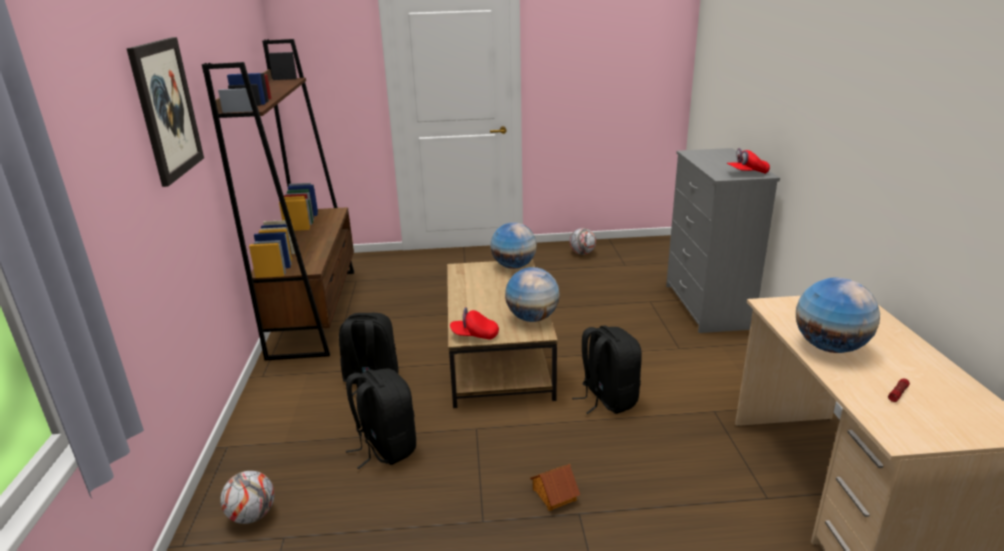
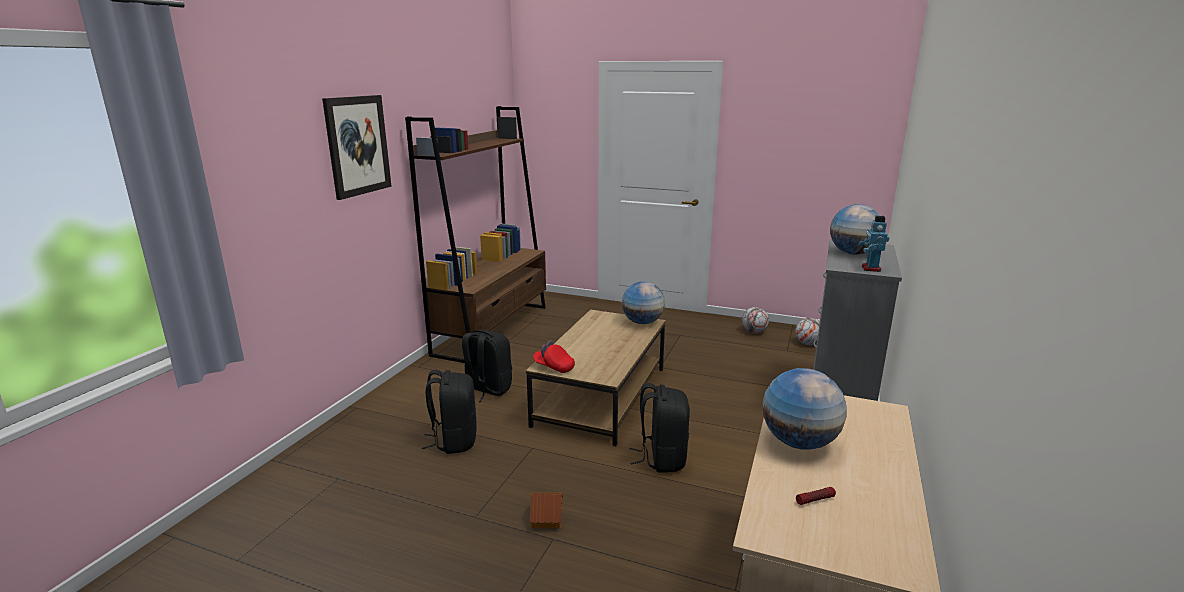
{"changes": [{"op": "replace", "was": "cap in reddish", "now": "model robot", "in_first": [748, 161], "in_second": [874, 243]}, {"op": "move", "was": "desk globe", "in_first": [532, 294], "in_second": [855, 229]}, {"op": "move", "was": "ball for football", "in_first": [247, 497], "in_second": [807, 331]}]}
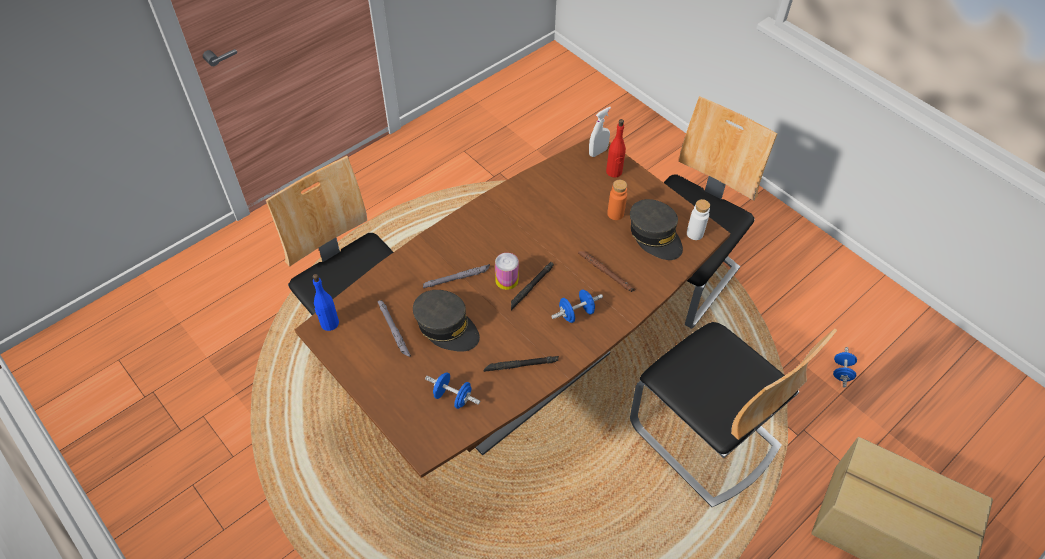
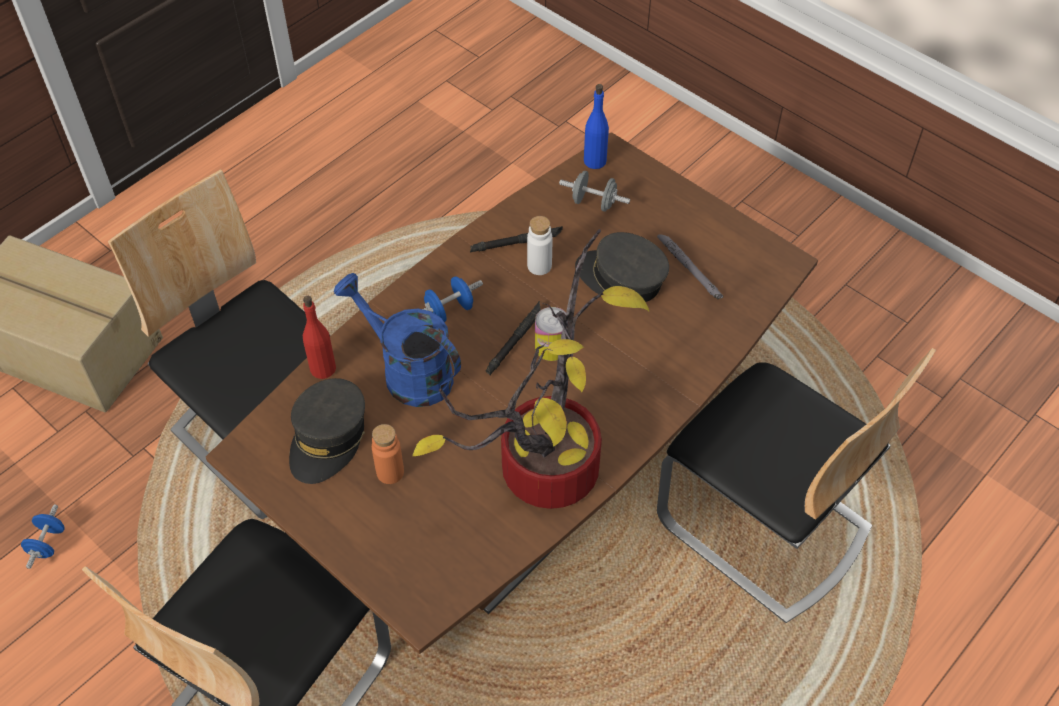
{"changes": [{"op": "delete", "was": "sprayer in white", "in_first": [600, 132]}, {"op": "move", "was": "beverage bottle in reddish", "in_first": [616, 148], "in_second": [319, 337]}, {"op": "rotate", "was": "cap in grey", "in_first": [656, 229], "in_second": [327, 431], "clockwise": -120}, {"op": "move", "was": "beverage bottle in white", "in_first": [698, 219], "in_second": [539, 245]}, {"op": "replace", "was": "flashlight in brown-coloured", "now": "watering can in bluish", "in_first": [606, 271], "in_second": [397, 340]}, {"op": "delete", "was": "flashlight in grey", "in_first": [456, 276]}, {"op": "move", "was": "beverage bottle in bluish", "in_first": [325, 302], "in_second": [596, 126]}, {"op": "recolor", "was": "dumbbell in bluish", "now": "dumbbell in grey", "in_first": [452, 390], "in_second": [594, 191]}, {"op": "insert", "now": "potted plant", "in_second": [530, 369]}]}
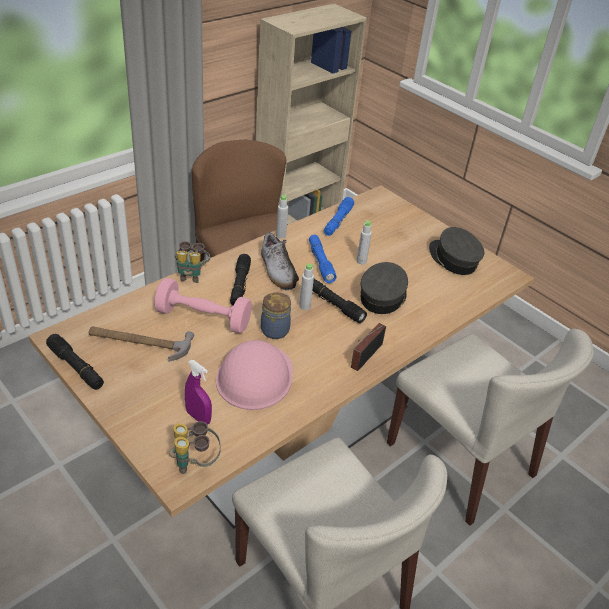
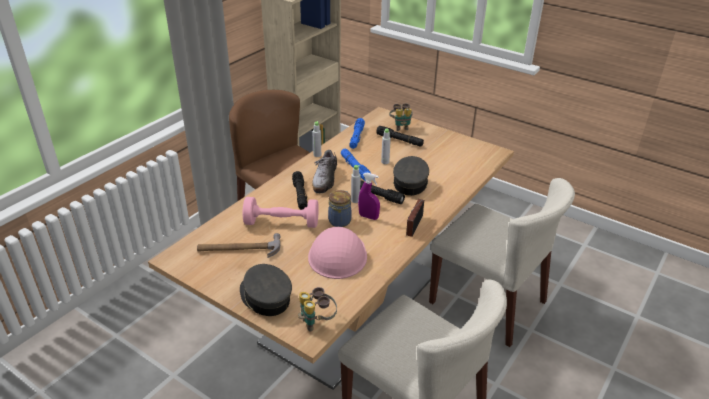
{"changes": [{"op": "move", "was": "cap in grey", "in_first": [456, 251], "in_second": [266, 290]}, {"op": "rotate", "was": "low shoe", "in_first": [280, 261], "in_second": [326, 171], "clockwise": 45}, {"op": "move", "was": "binoculars", "in_first": [192, 262], "in_second": [401, 117]}, {"op": "move", "was": "flashlight in blackish", "in_first": [75, 362], "in_second": [400, 136]}, {"op": "move", "was": "sprayer in purple", "in_first": [198, 392], "in_second": [369, 196]}]}
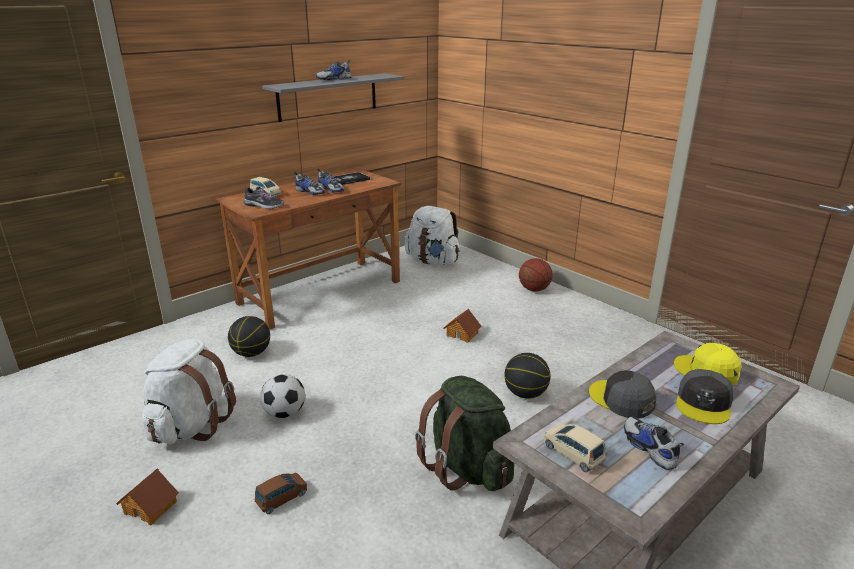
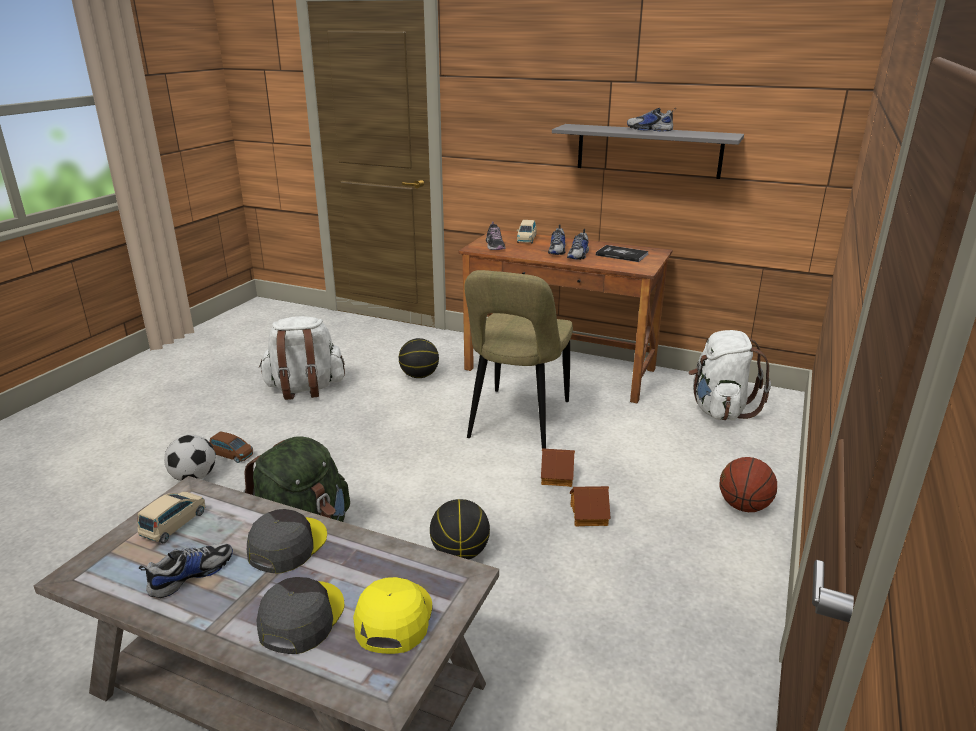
{"changes": [{"op": "rotate", "was": "cap in grey", "in_first": [704, 396], "in_second": [300, 615], "clockwise": 105}, {"op": "move", "was": "ball for football", "in_first": [282, 396], "in_second": [189, 458]}, {"op": "move", "was": "toy house", "in_first": [147, 496], "in_second": [590, 506]}, {"op": "insert", "now": "upright chair in sand-coloured", "in_second": [518, 359]}]}
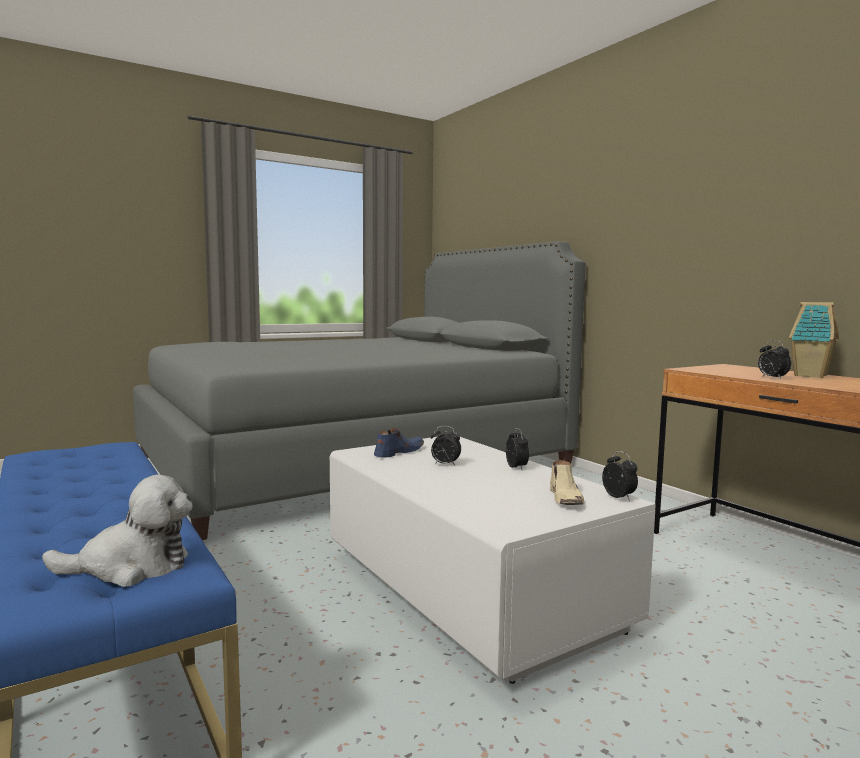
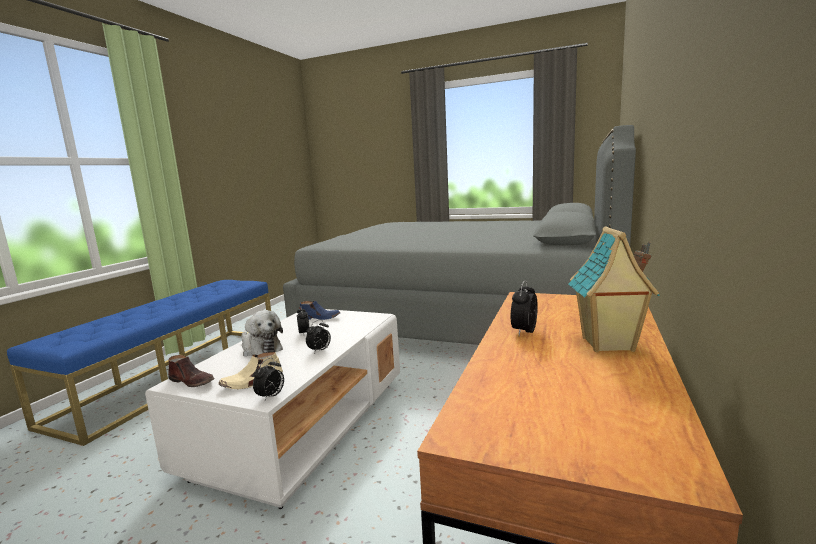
{"changes": [{"op": "move", "was": "cuddly toy", "in_first": [117, 531], "in_second": [262, 333]}, {"op": "insert", "now": "low shoe in brown-coloured", "in_second": [191, 371]}]}
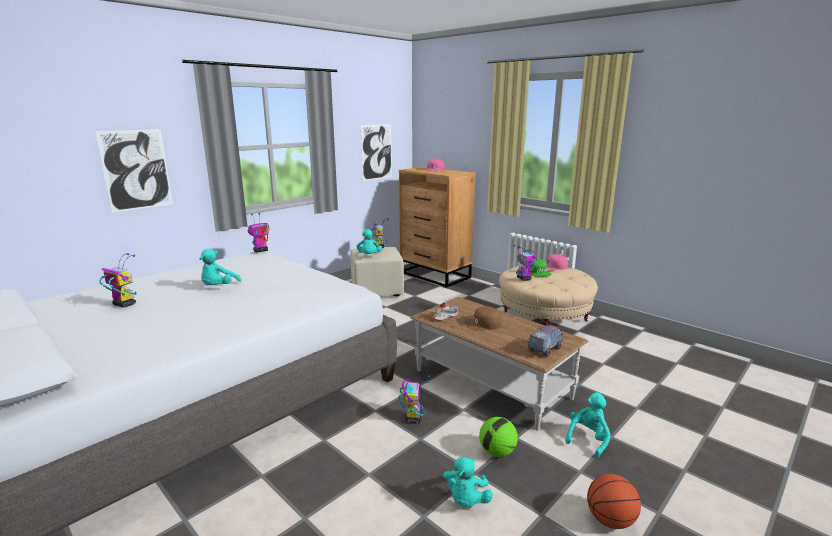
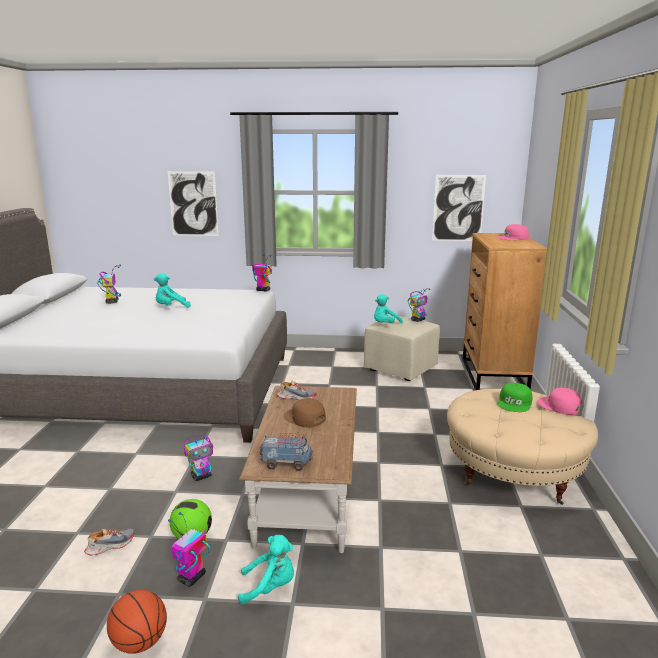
{"changes": [{"op": "move", "was": "model robot", "in_first": [525, 263], "in_second": [189, 549]}, {"op": "replace", "was": "cuddly toy in turquoise-coloured", "now": "low shoe", "in_first": [468, 482], "in_second": [109, 542]}]}
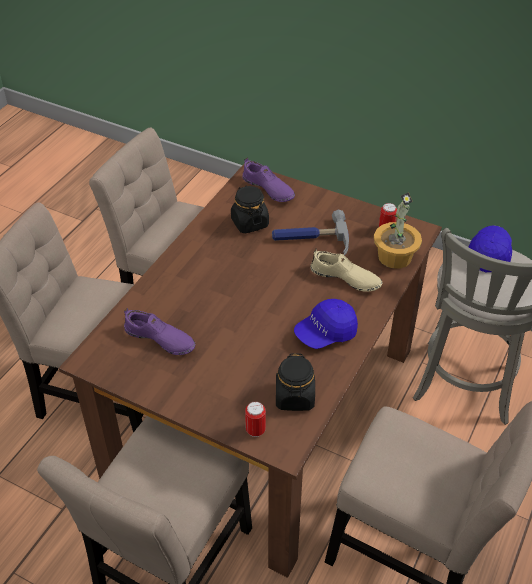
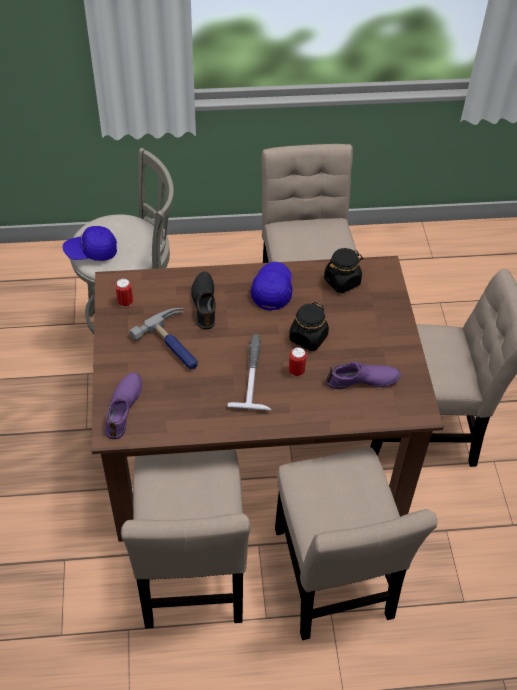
{"changes": [{"op": "move", "was": "preserve jar in blackish", "in_first": [250, 210], "in_second": [309, 326]}, {"op": "delete", "was": "potted plant", "in_first": [398, 230]}, {"op": "recolor", "was": "low shoe in sand-coloured", "now": "low shoe in blackish", "in_first": [347, 270], "in_second": [203, 300]}, {"op": "rotate", "was": "cap in bluish", "in_first": [326, 324], "in_second": [271, 286], "clockwise": -105}, {"op": "rotate", "was": "low shoe in purple", "in_first": [159, 331], "in_second": [363, 375], "clockwise": 90}, {"op": "move", "was": "metal can", "in_first": [255, 419], "in_second": [298, 362]}, {"op": "insert", "now": "tool hammer", "in_second": [249, 372]}]}
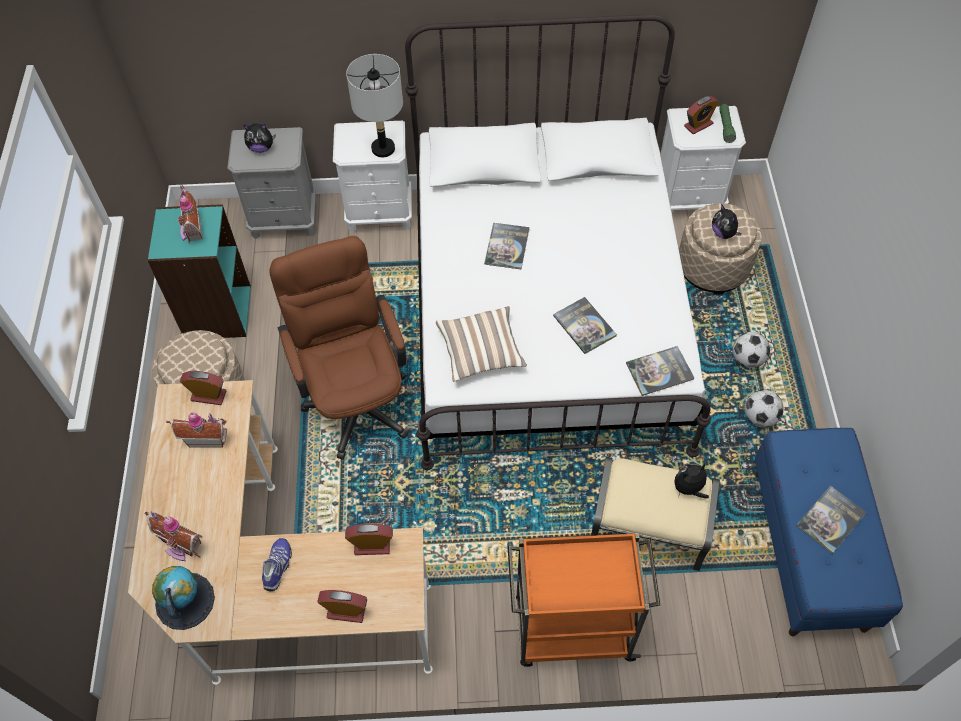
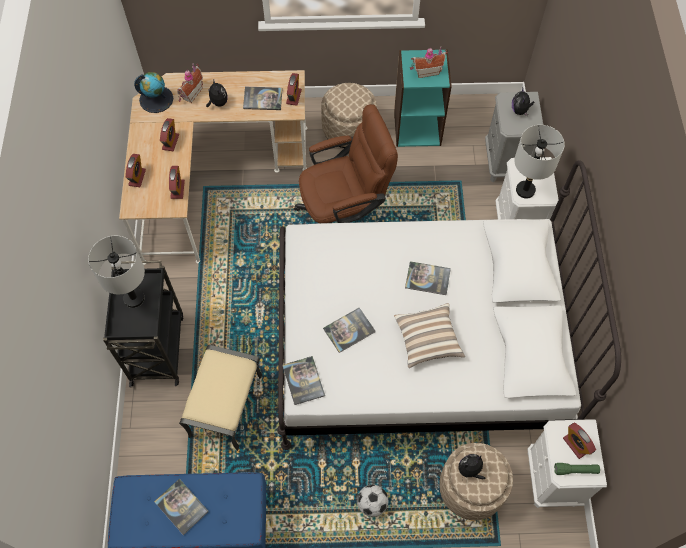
{"changes": [{"op": "move", "was": "cushion", "in_first": [481, 344], "in_second": [429, 335]}, {"op": "delete", "was": "ball for football", "in_first": [764, 408]}, {"op": "replace", "was": "toy house", "now": "volume", "in_first": [196, 430], "in_second": [262, 98]}, {"op": "move", "was": "cuddly toy", "in_first": [691, 480], "in_second": [217, 93]}, {"op": "recolor", "was": "trolley in orange-coloured", "now": "trolley in blackish", "in_first": [584, 600], "in_second": [143, 324]}, {"op": "replace", "was": "low shoe", "now": "table clock", "in_first": [277, 564], "in_second": [169, 134]}, {"op": "insert", "now": "lamp for a table in grey", "in_second": [116, 272]}]}
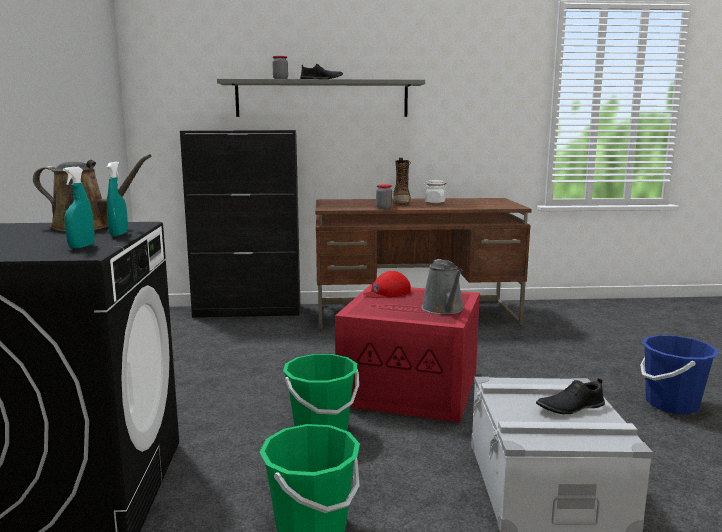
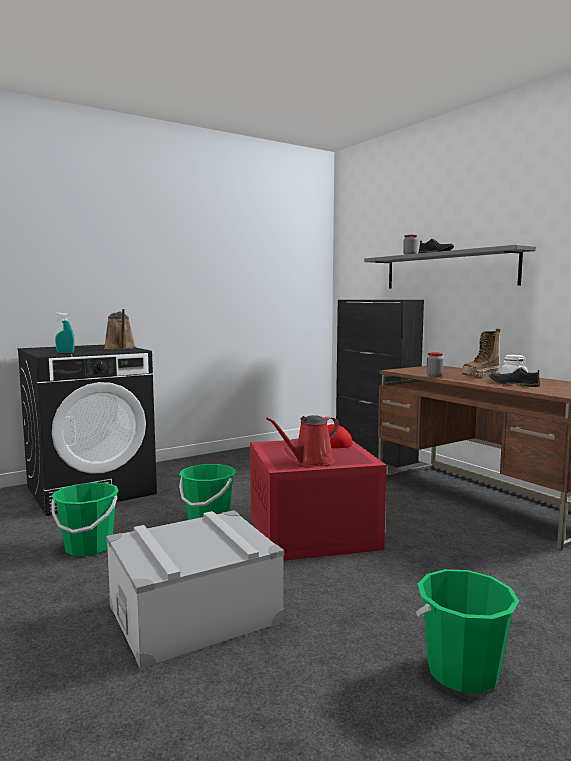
{"changes": [{"op": "delete", "was": "sprayer in turquoise-coloured", "in_first": [117, 199]}, {"op": "recolor", "was": "watering can in grey", "now": "watering can in reddish", "in_first": [442, 287], "in_second": [302, 440]}, {"op": "recolor", "was": "pail in bluish", "now": "pail in green-coloured", "in_first": [679, 374], "in_second": [467, 631]}, {"op": "move", "was": "low shoe in blackish", "in_first": [570, 396], "in_second": [514, 377]}]}
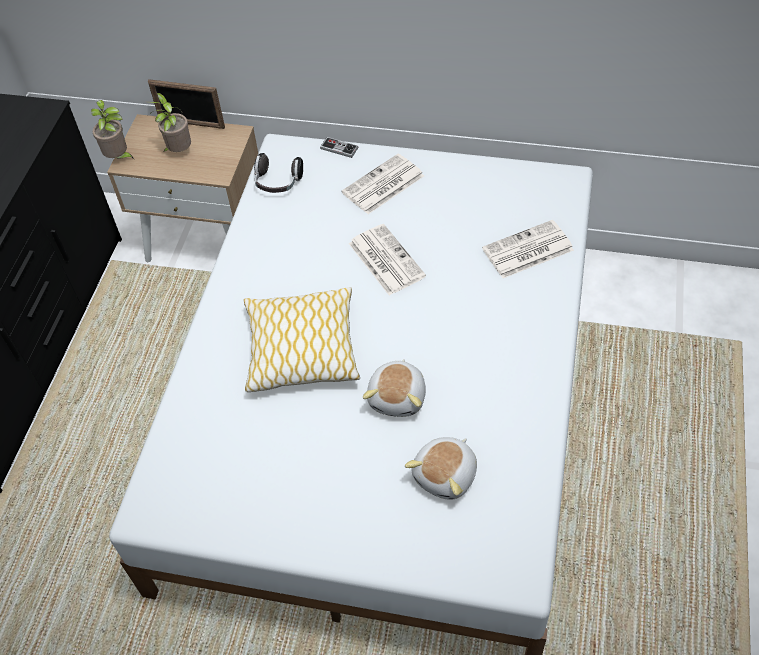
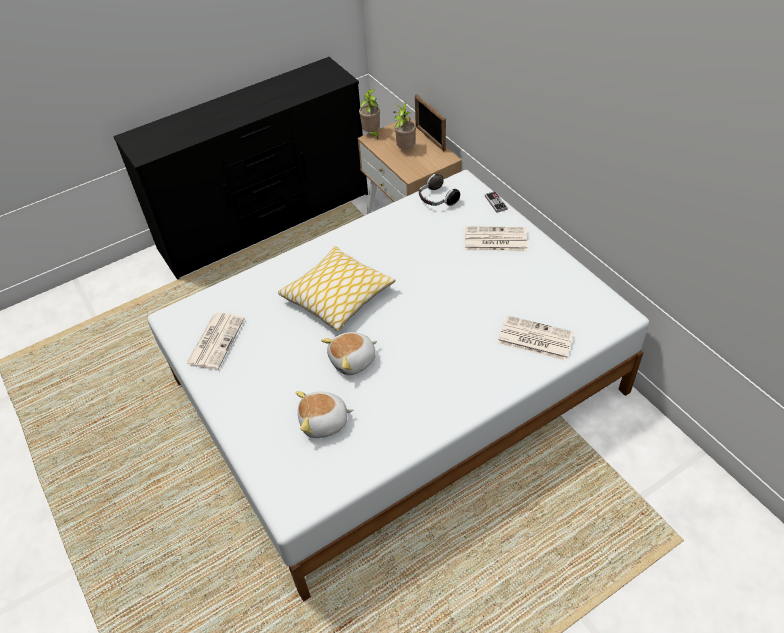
{"changes": [{"op": "move", "was": "printed paper", "in_first": [387, 260], "in_second": [215, 341]}]}
